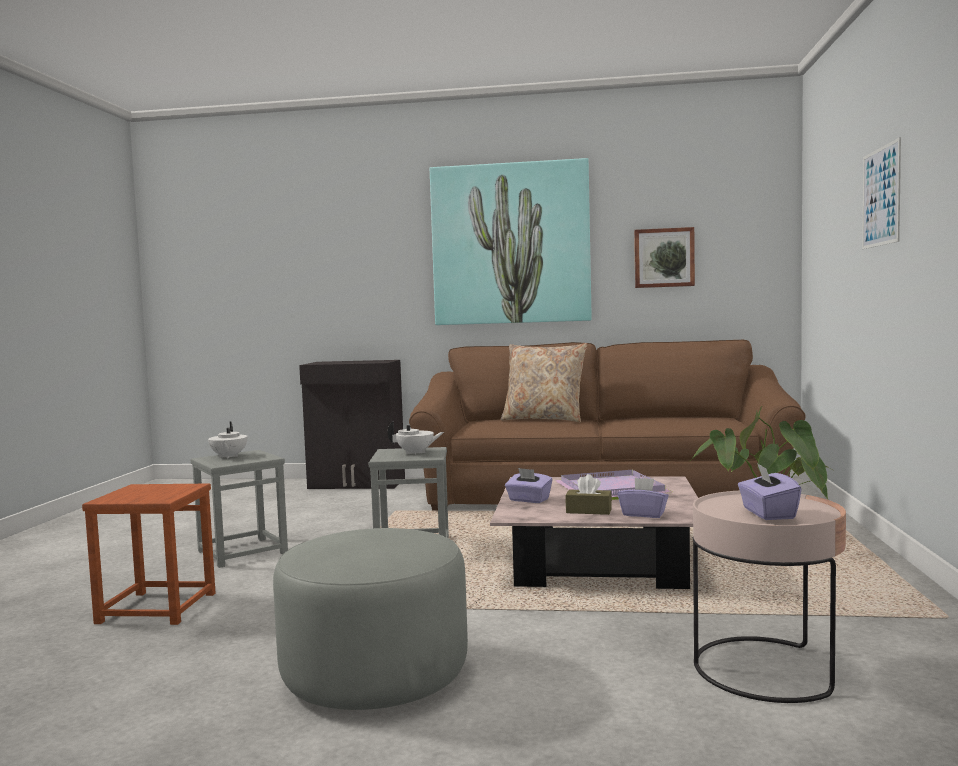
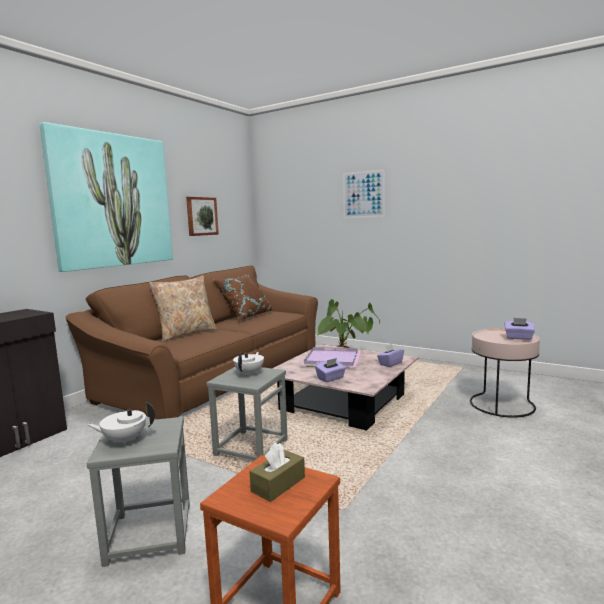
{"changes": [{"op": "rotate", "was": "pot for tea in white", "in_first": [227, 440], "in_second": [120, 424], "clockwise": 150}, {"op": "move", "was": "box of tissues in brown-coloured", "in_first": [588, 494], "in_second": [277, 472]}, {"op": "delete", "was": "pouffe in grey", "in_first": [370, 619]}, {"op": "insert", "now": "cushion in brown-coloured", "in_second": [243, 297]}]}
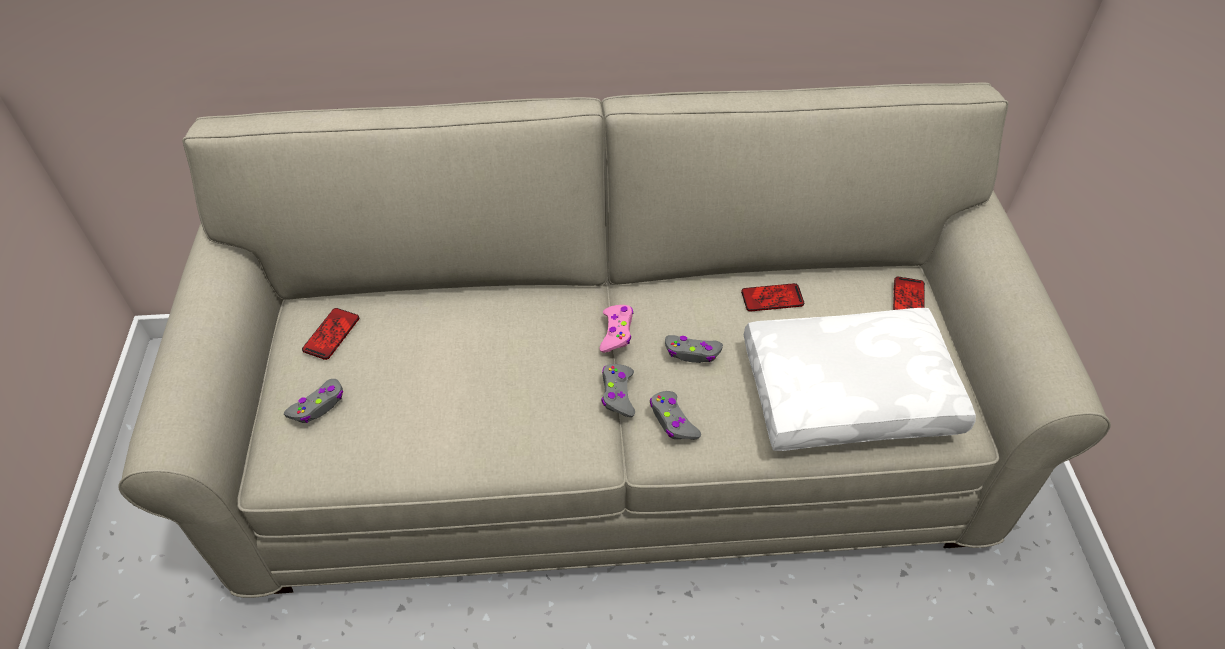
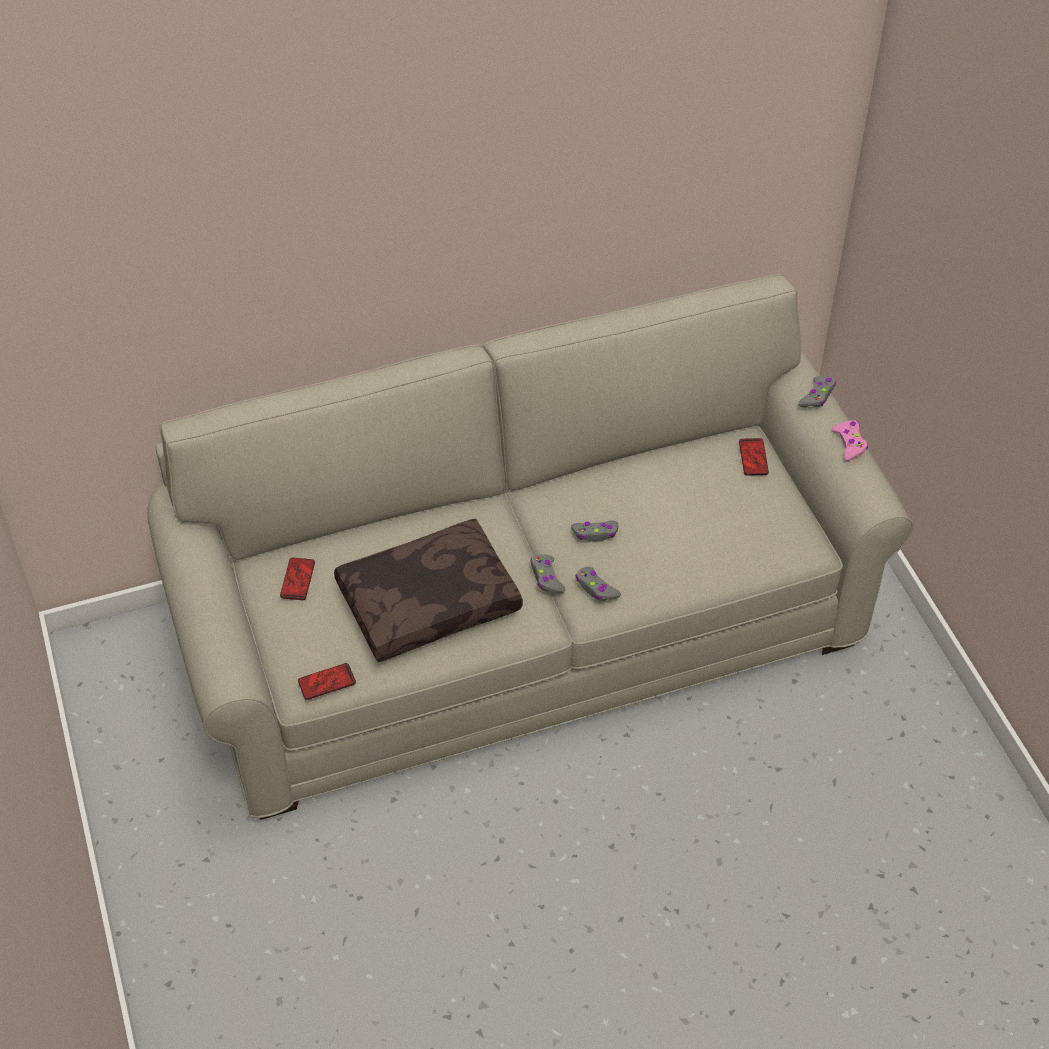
{"changes": [{"op": "move", "was": "telephone", "in_first": [772, 297], "in_second": [327, 681]}, {"op": "move", "was": "game controller in pinkish", "in_first": [617, 329], "in_second": [850, 440]}, {"op": "delete", "was": "cushion in white", "in_first": [860, 379]}, {"op": "move", "was": "game controller in grey", "in_first": [313, 401], "in_second": [817, 391]}, {"op": "insert", "now": "cushion in brown-coloured", "in_second": [428, 590]}]}
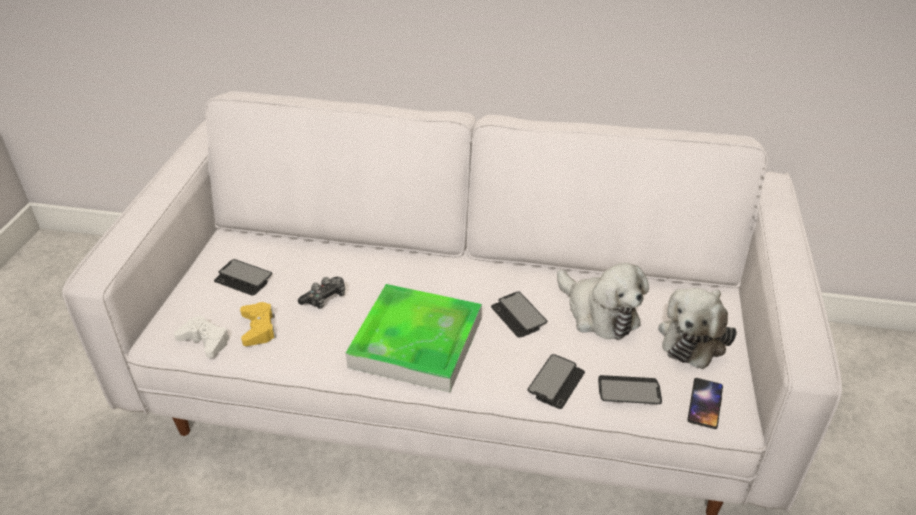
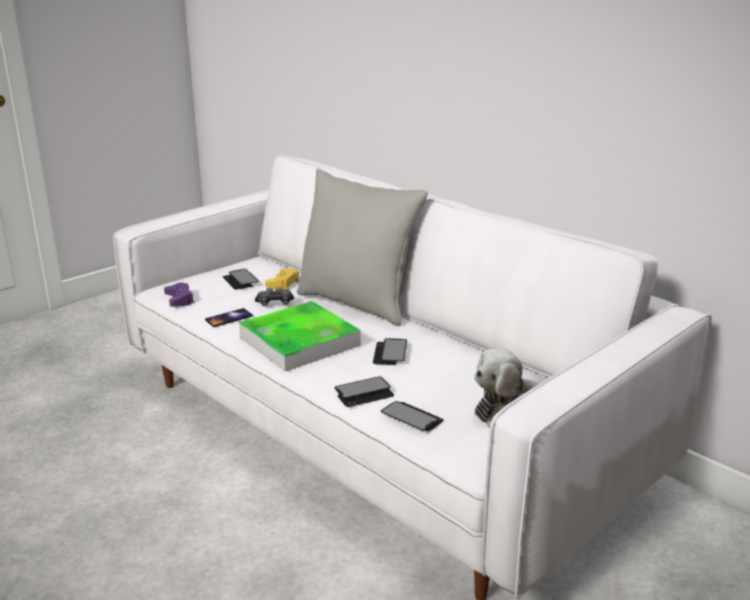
{"changes": [{"op": "delete", "was": "cuddly toy", "in_first": [603, 301]}, {"op": "move", "was": "game controller in yellow-coloured", "in_first": [258, 324], "in_second": [282, 279]}, {"op": "recolor", "was": "game controller in white", "now": "game controller in purple", "in_first": [202, 337], "in_second": [179, 295]}, {"op": "move", "was": "telephone", "in_first": [705, 403], "in_second": [229, 317]}, {"op": "insert", "now": "cushion in grey", "in_second": [362, 247]}]}
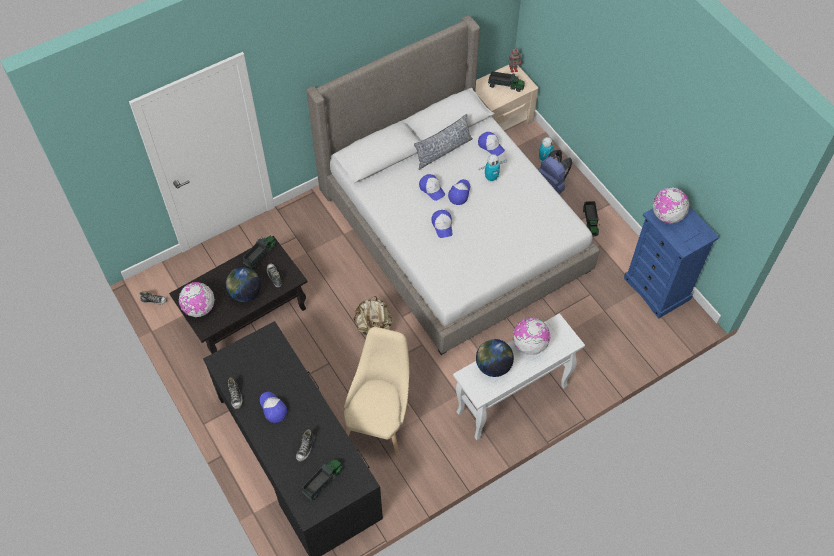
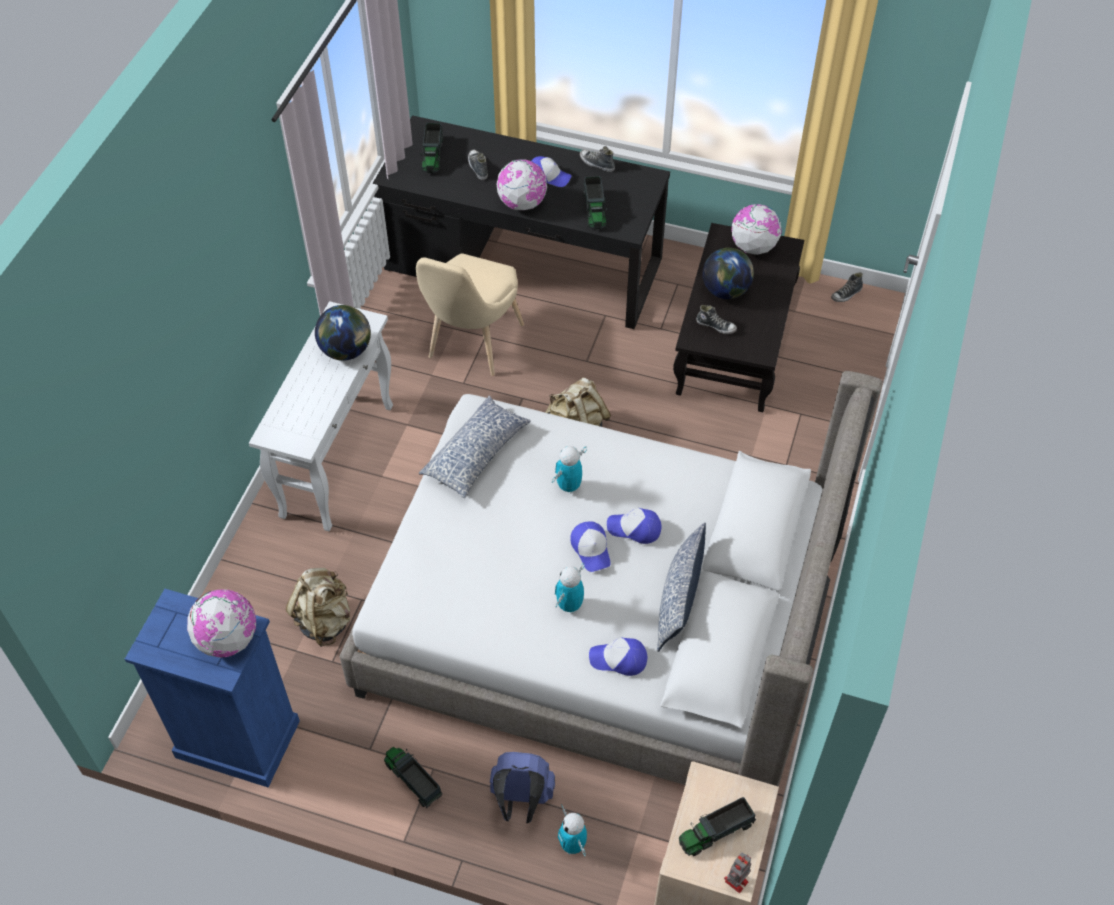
{"changes": [{"op": "replace", "was": "cap", "now": "model robot", "in_first": [441, 224], "in_second": [569, 470]}, {"op": "move", "was": "toy lorry", "in_first": [260, 253], "in_second": [595, 202]}, {"op": "move", "was": "desk globe", "in_first": [532, 336], "in_second": [522, 184]}, {"op": "rotate", "was": "upright chair in sand-coloured", "in_first": [377, 391], "in_second": [470, 315], "clockwise": 45}, {"op": "insert", "now": "cushion", "in_second": [475, 446]}, {"op": "insert", "now": "knapsack in sand-coloured", "in_second": [318, 607]}]}
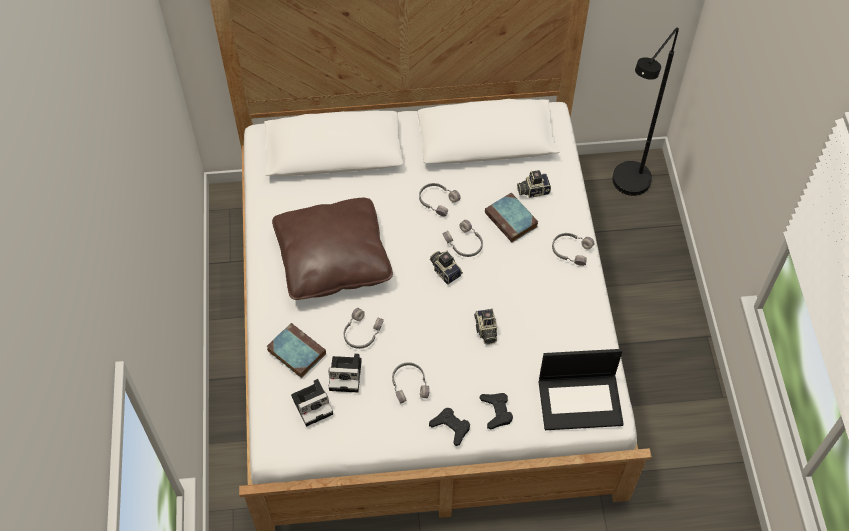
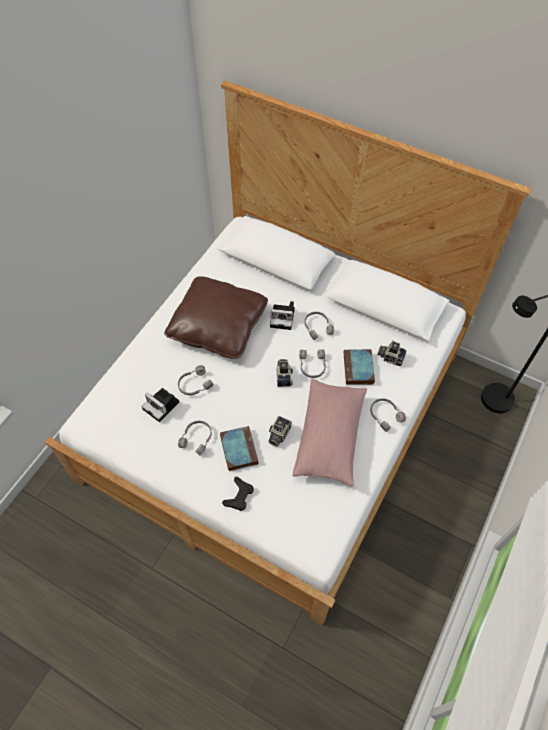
{"changes": [{"op": "move", "was": "volume", "in_first": [296, 350], "in_second": [239, 448]}, {"op": "delete", "was": "notebook computer", "in_first": [581, 389]}, {"op": "move", "was": "still camera", "in_first": [312, 402], "in_second": [282, 315]}, {"op": "delete", "was": "game controller in blackish", "in_first": [449, 427]}, {"op": "insert", "now": "cushion in pinkish", "in_second": [330, 432]}]}
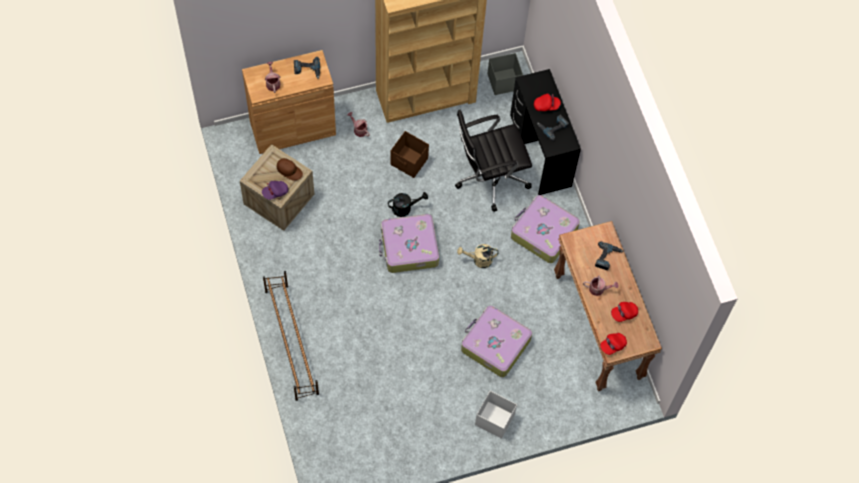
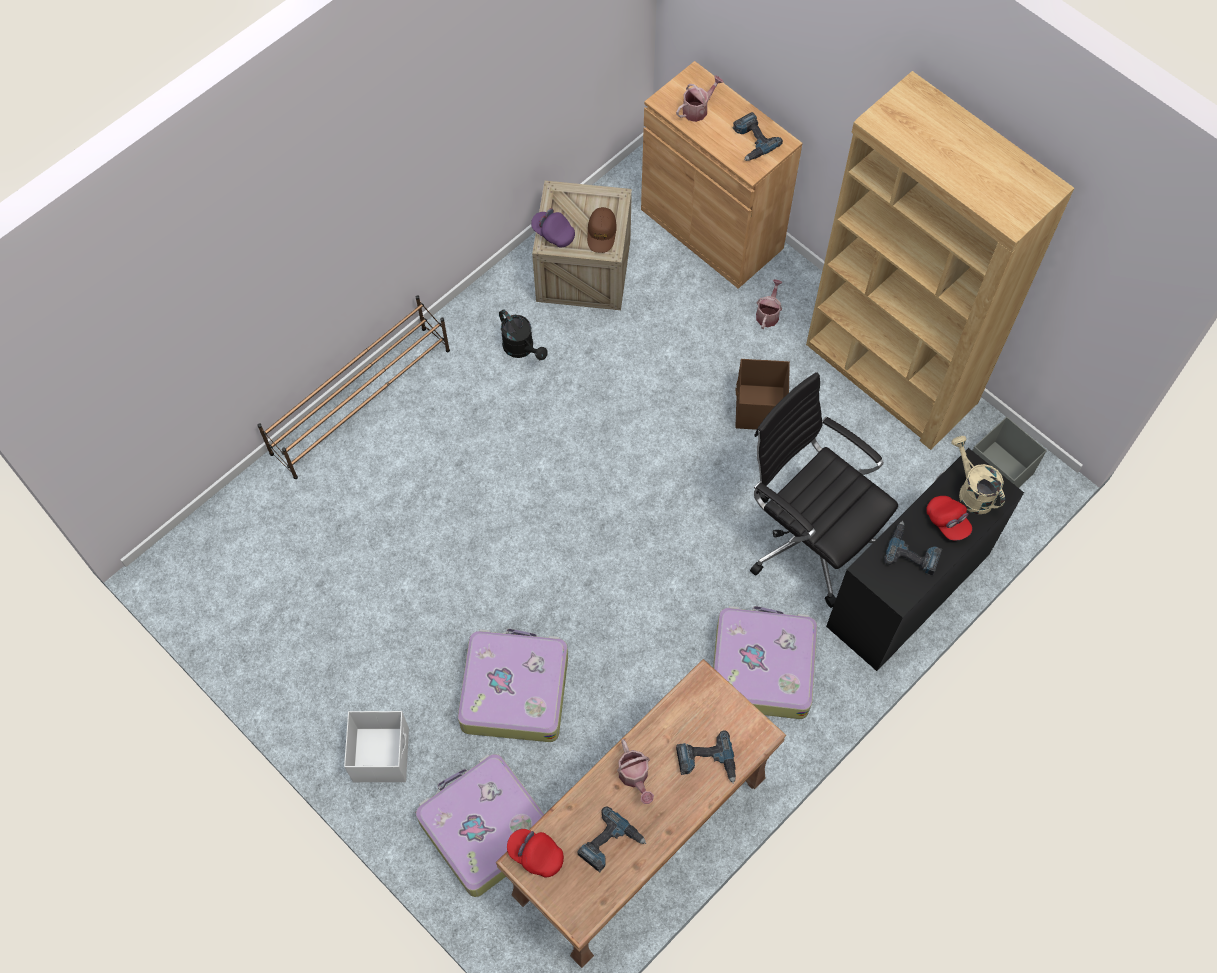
{"changes": [{"op": "move", "was": "watering can in blackish", "in_first": [408, 204], "in_second": [523, 334]}, {"op": "move", "was": "travel case", "in_first": [409, 243], "in_second": [480, 825]}, {"op": "move", "was": "watering can in sand-coloured", "in_first": [477, 256], "in_second": [978, 475]}, {"op": "replace", "was": "cap in reddish", "now": "drill", "in_first": [624, 312], "in_second": [611, 839]}]}
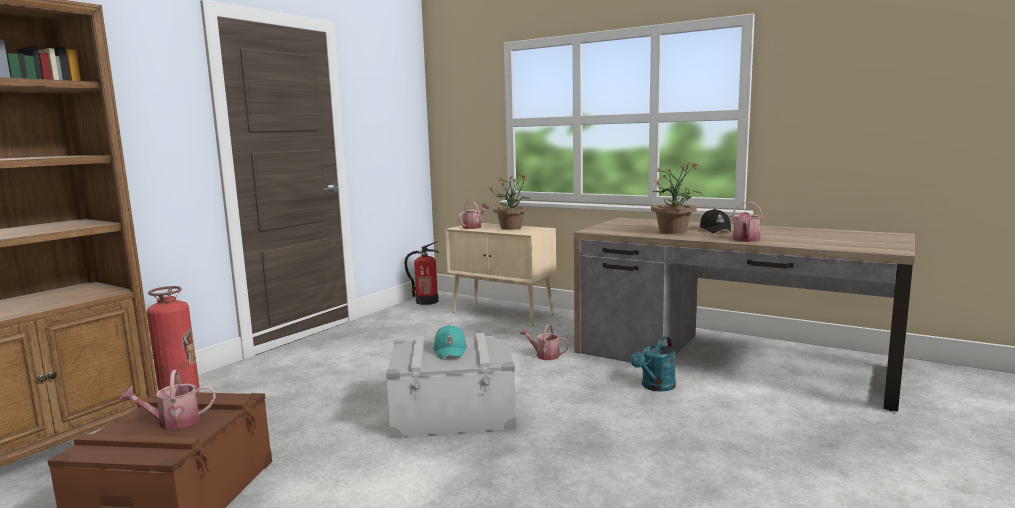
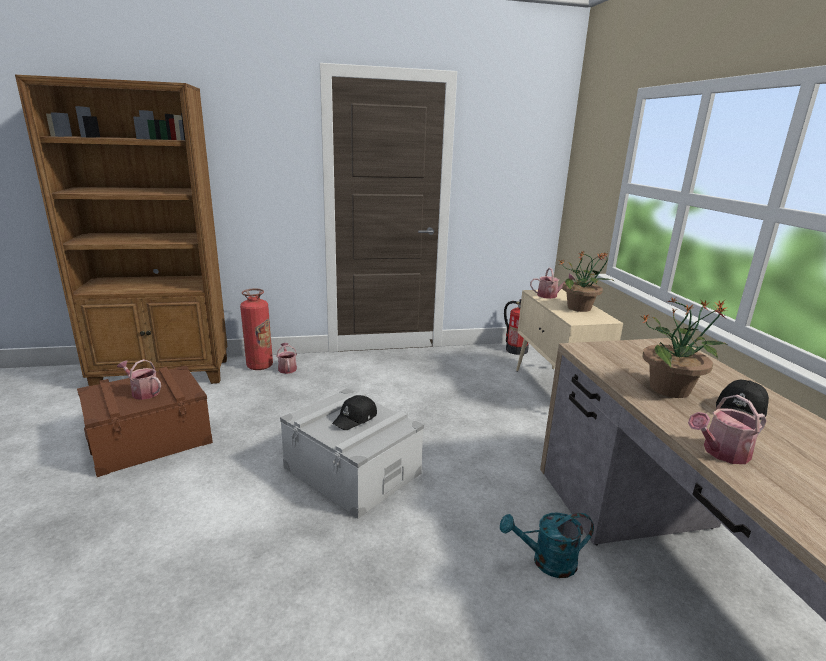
{"changes": [{"op": "move", "was": "watering can", "in_first": [544, 342], "in_second": [286, 358]}, {"op": "recolor", "was": "cap in turquoise-coloured", "now": "cap in blackish", "in_first": [450, 342], "in_second": [354, 412]}]}
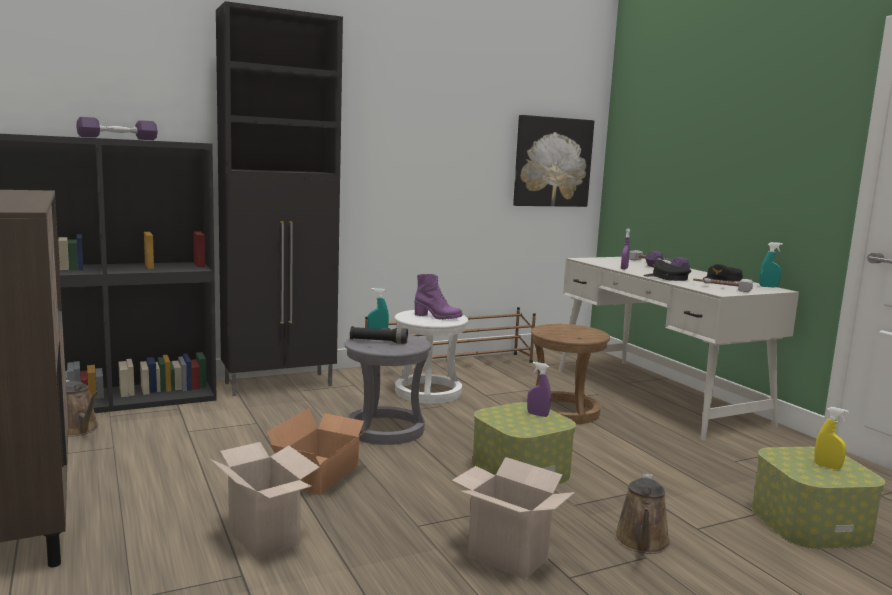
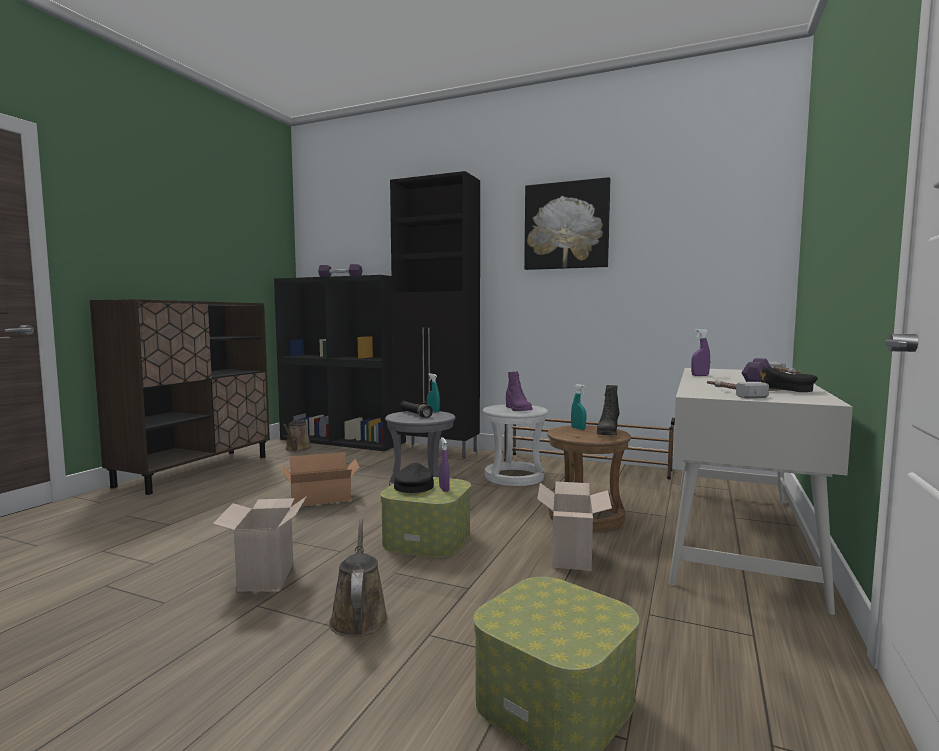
{"changes": [{"op": "move", "was": "wall art", "in_first": [553, 161], "in_second": [567, 223]}, {"op": "move", "was": "sprayer in turquoise-coloured", "in_first": [771, 265], "in_second": [579, 407]}, {"op": "move", "was": "cap in blackish", "in_first": [667, 270], "in_second": [414, 478]}, {"op": "delete", "was": "sprayer in yellow-coloured", "in_first": [831, 438]}, {"op": "move", "was": "packing box", "in_first": [265, 500], "in_second": [574, 526]}, {"op": "rotate", "was": "watering can in brown-coloured", "in_first": [642, 513], "in_second": [358, 577], "clockwise": 105}, {"op": "insert", "now": "boot in blackish", "in_second": [608, 410]}]}
